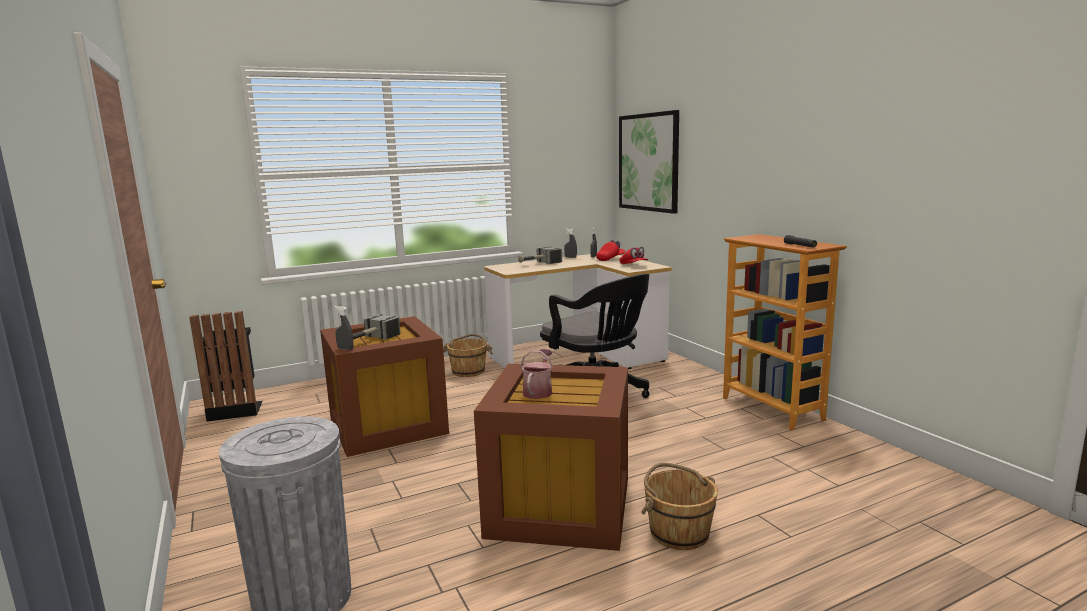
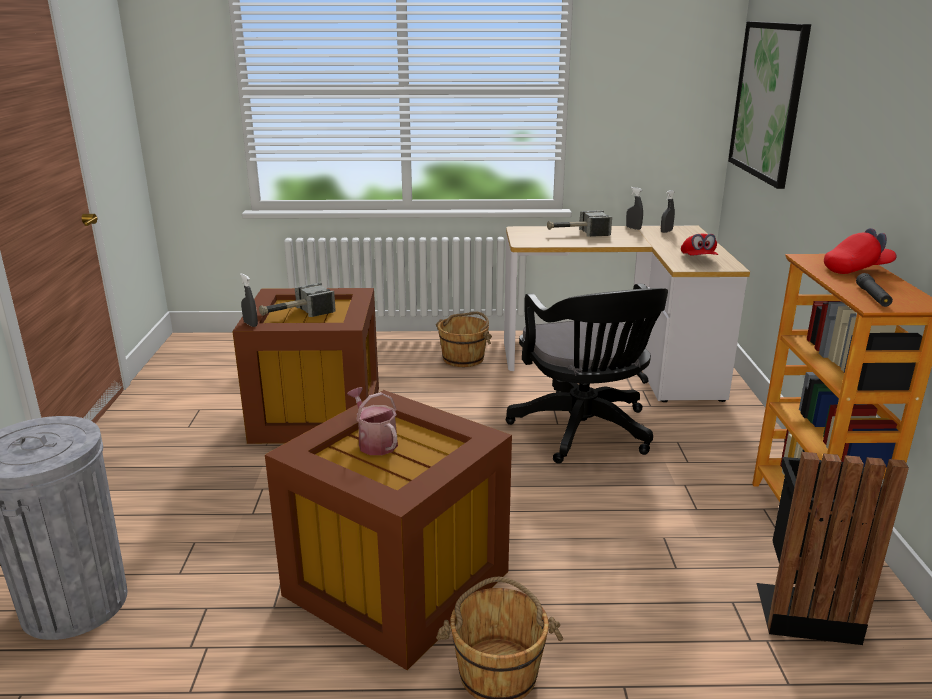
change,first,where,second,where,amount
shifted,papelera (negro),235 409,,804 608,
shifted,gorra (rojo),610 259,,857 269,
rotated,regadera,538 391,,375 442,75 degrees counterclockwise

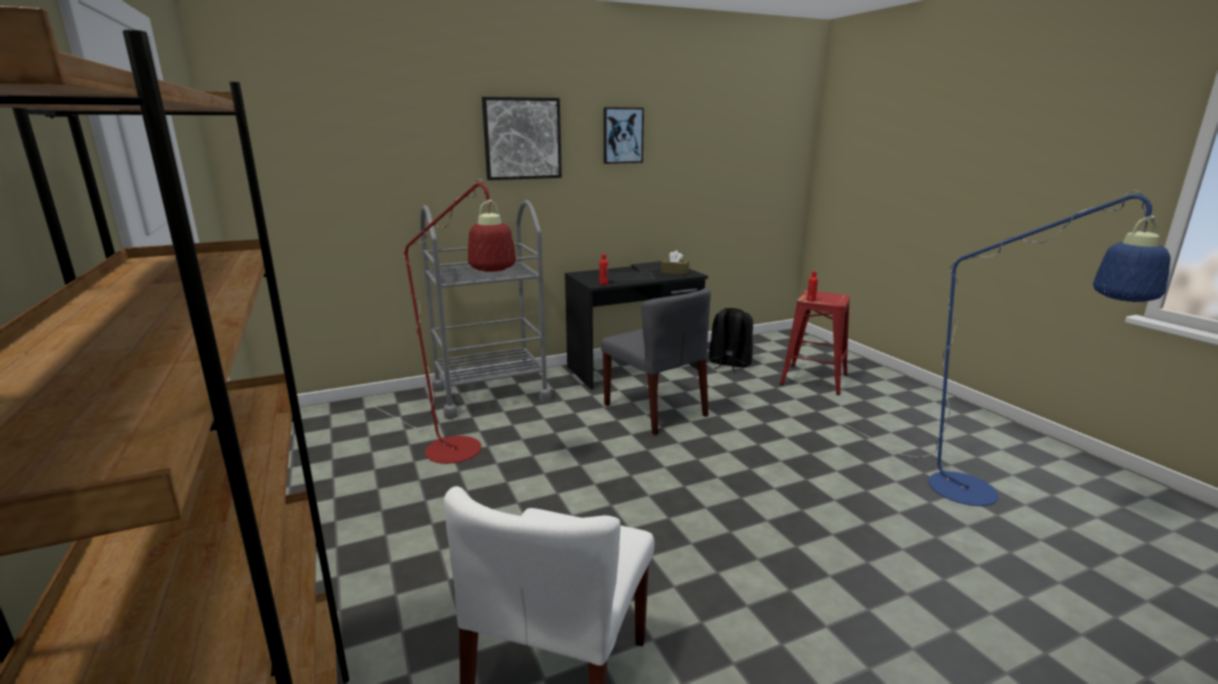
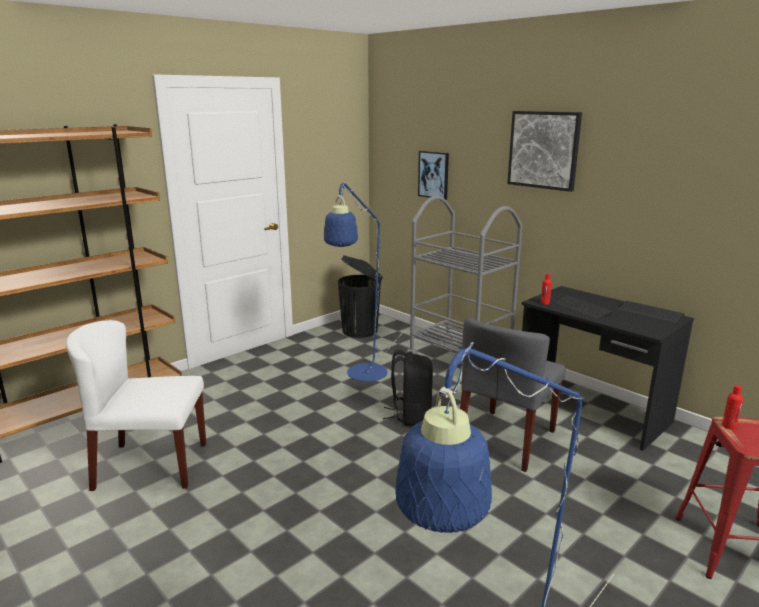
change,first,where,second,where,amount
gone,caja de pañuelos (marrón),674 272,,,
new,,,papelera (negro),361 330,
shifted,cuadro,622 135,,434 175,
shifted,mochila (negro),729 364,,410 415,
repainted,lámpara de pie (rojo),463 454,lámpara de pie (azul),363 377,

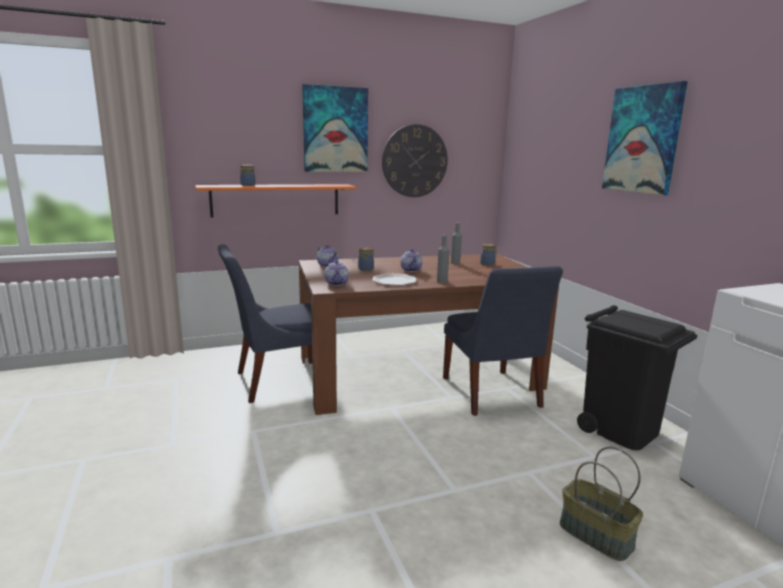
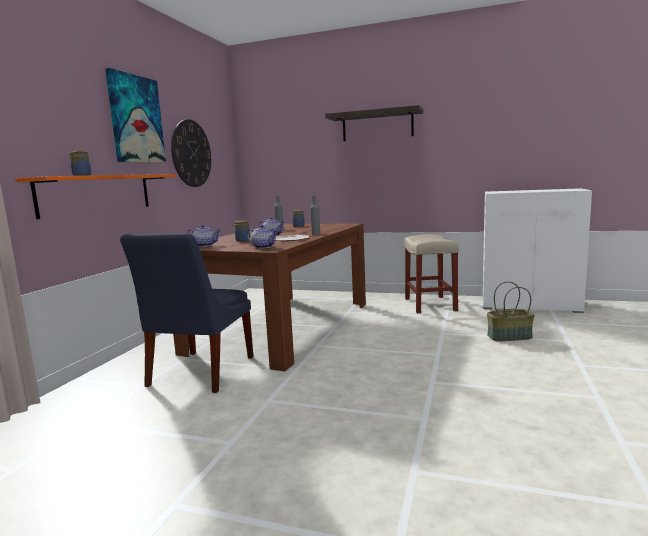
change,first,where,second,where,amount
gone,silla (azul),491 394,,,
swapped,papelera (negro),621 430,taburete (beis),429 304,
swapped,cuadro,642 139,estante,377 126,

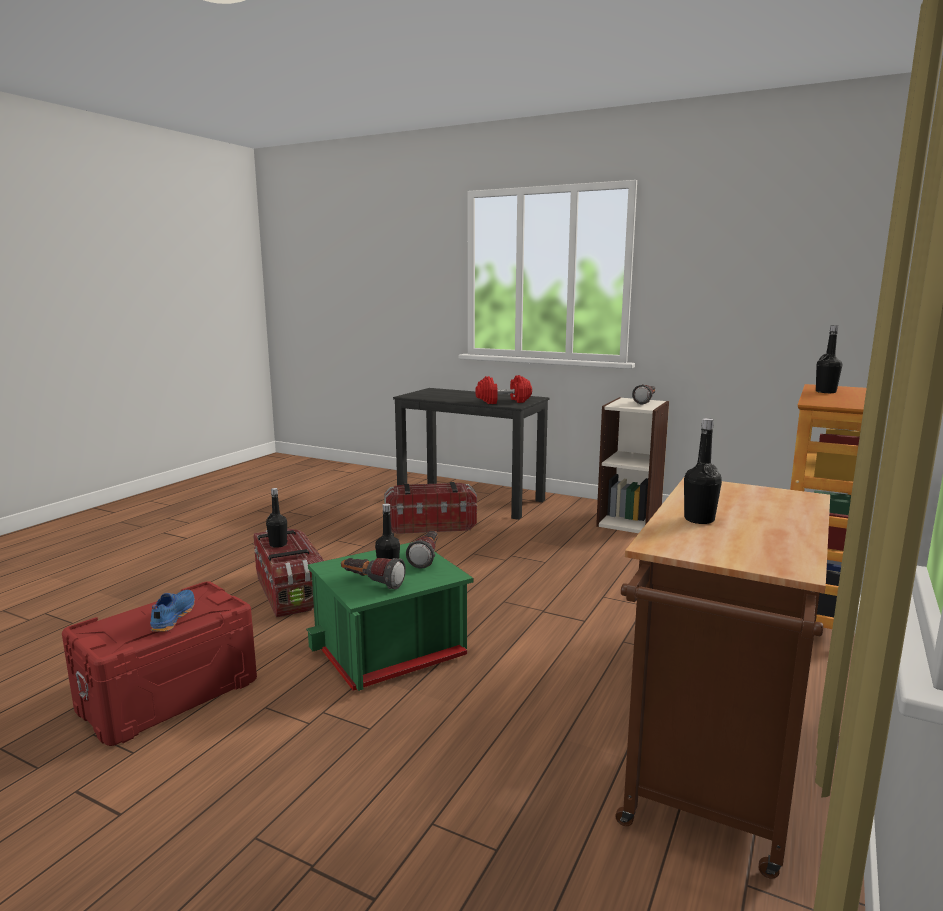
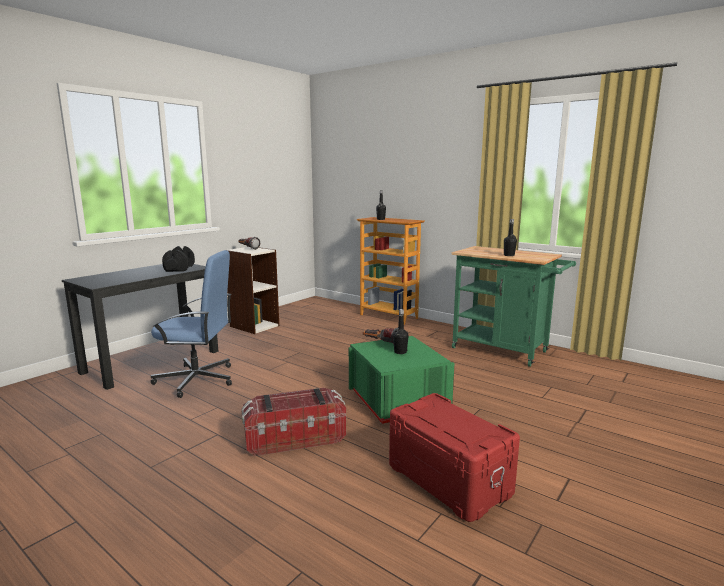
change,first,where,second,where,amount
gone,zapato (azul),172 618,,,
gone,botella (negro),278 544,,,
gone,linterna,371 583,,,
swapped,caja de almacenaje,430 525,silla de oficina (azul),197 379,
repainted,mancuerna (rojo),503 401,mancuerna (negro),179 268,
repainted,carrito (marrón),712 786,carrito (verde),505 351,

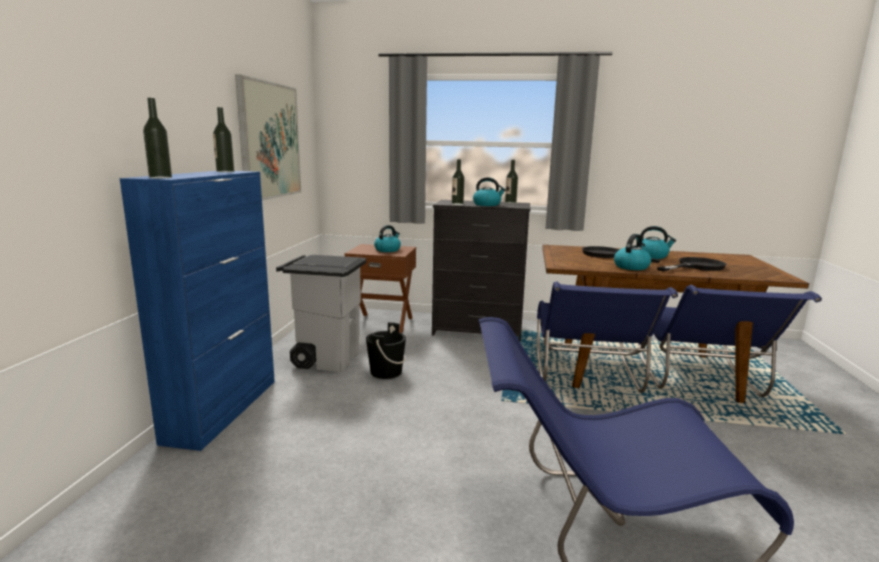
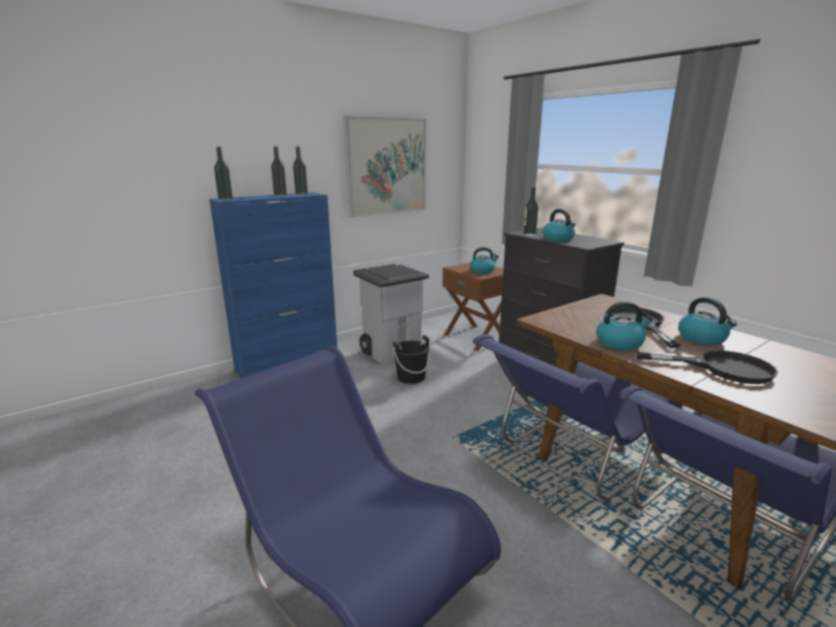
change,first,where,second,where,amount
shifted,botella,510 202,,280 195,

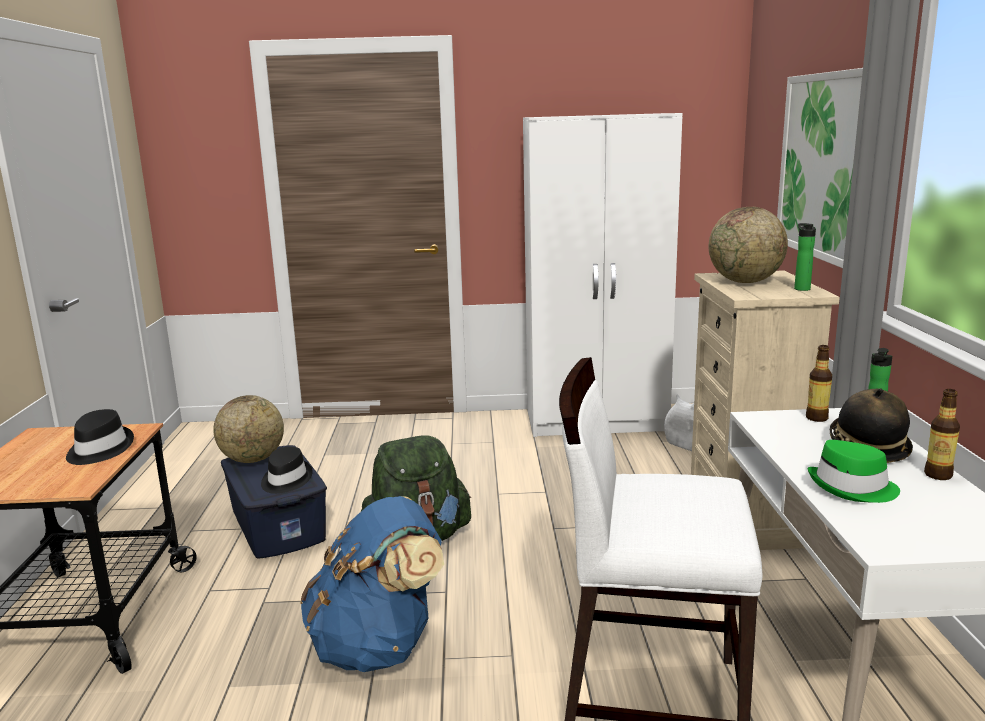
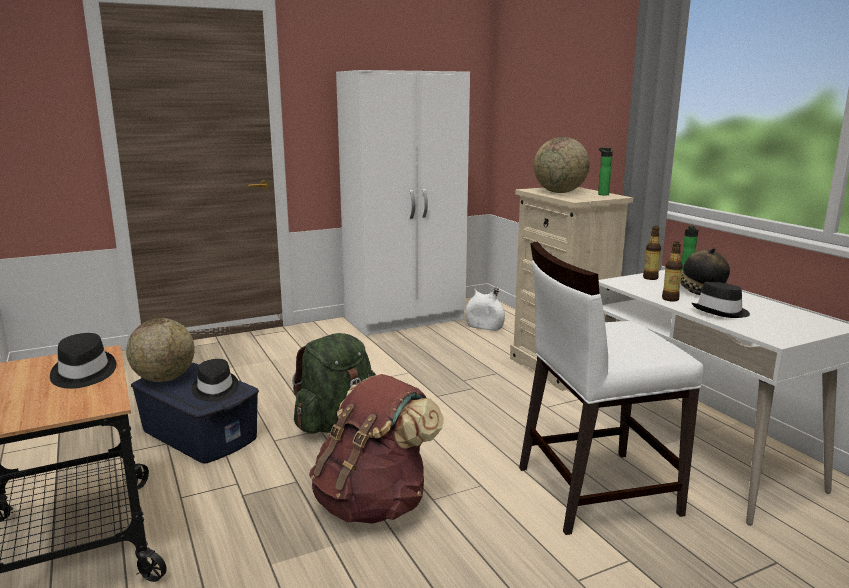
change,first,where,second,where,amount
gone,cuadro,823 166,,,
shifted,botella,938 475,,670 299,
repainted,mochila (azul),378 646,mochila (marrón),374 503,
repainted,sombrero (verde),853 488,sombrero (negro),721 312,

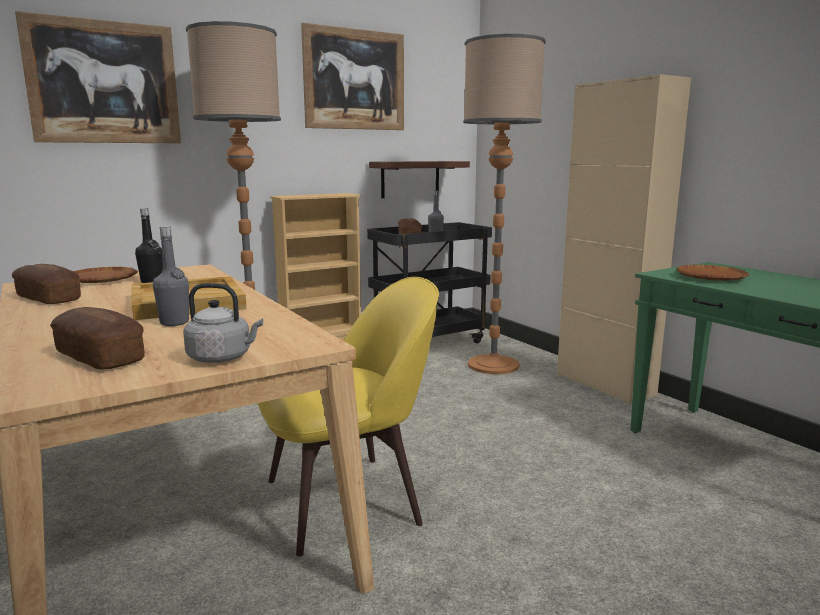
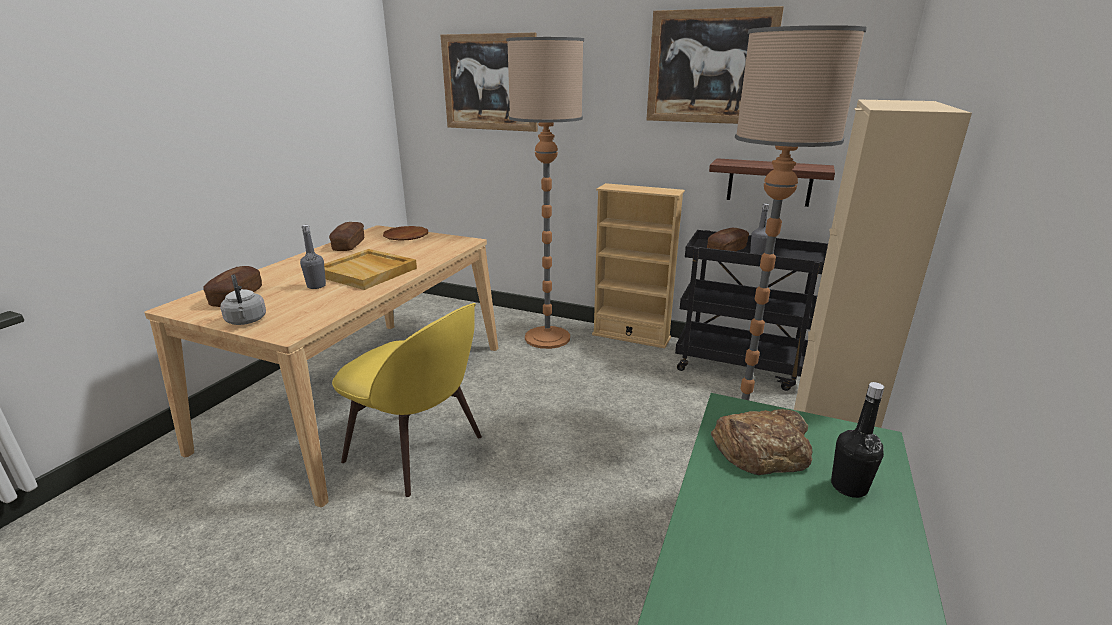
change,first,where,second,where,amount
shifted,botella (negro),152 281,,848 487,
swapped,plato (marrón),711 277,pan,762 448,

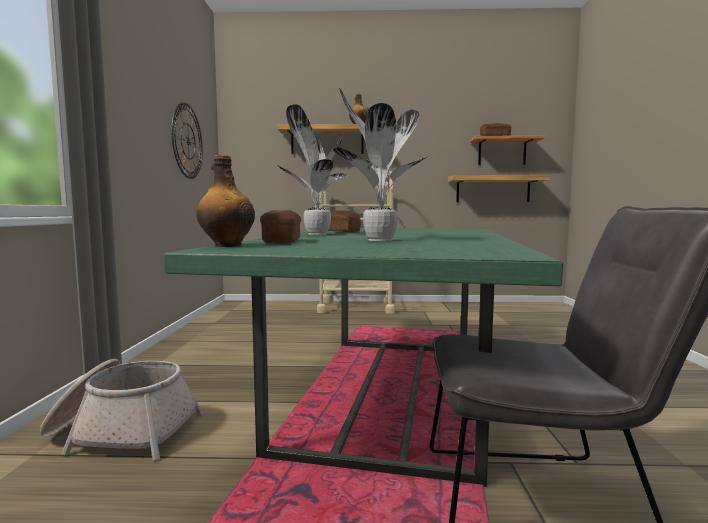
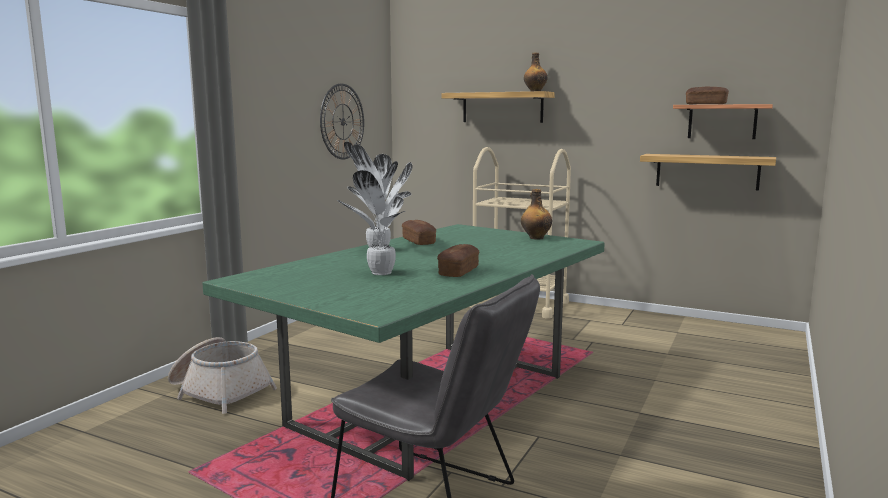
change,first,where,second,where,amount
shifted,botella,227 246,,536 238,
shifted,pan,282 241,,458 271,

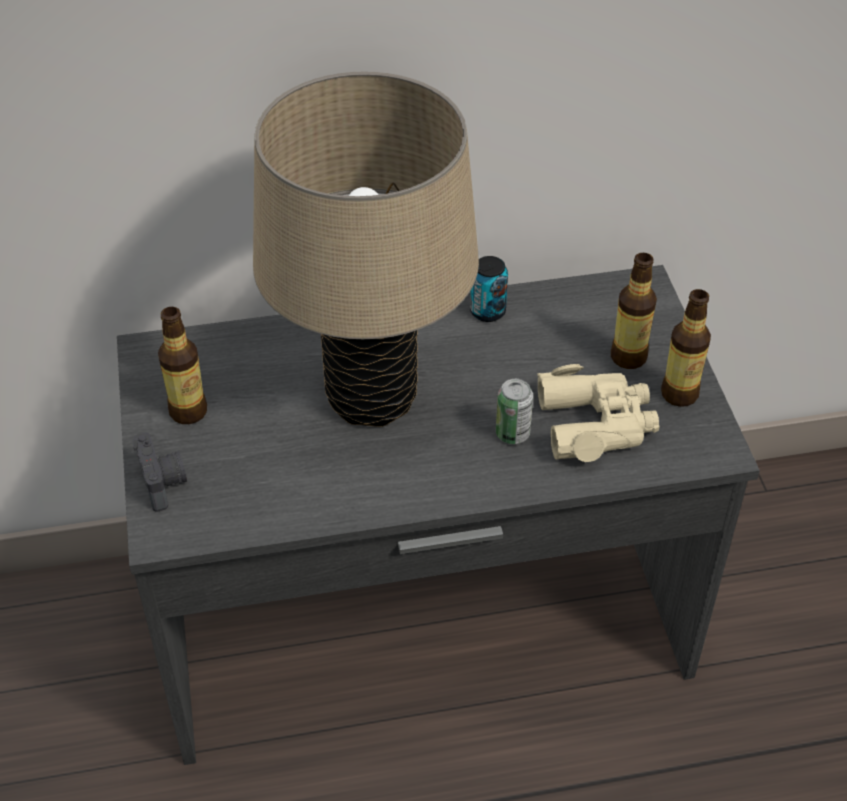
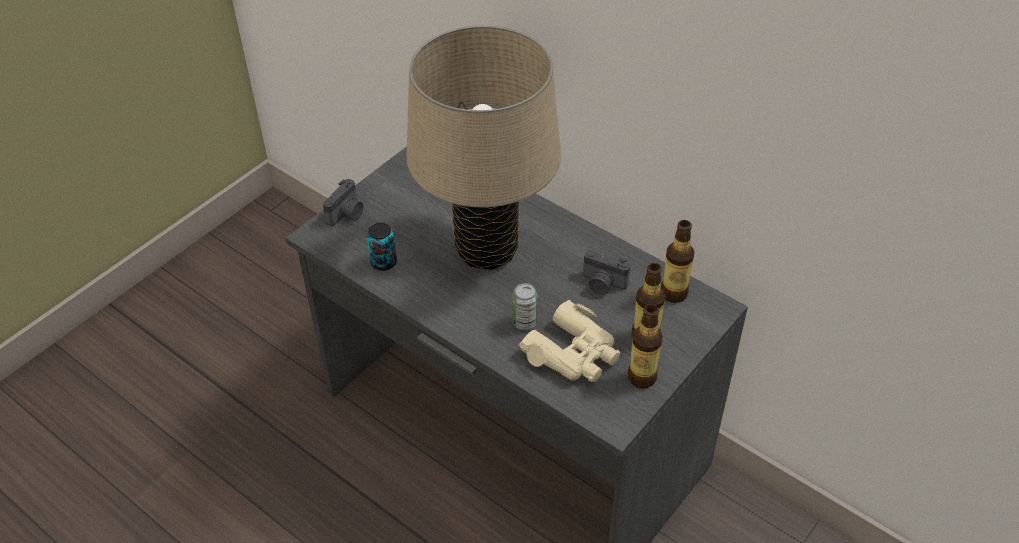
change,first,where,second,where,amount
new,,,cámara,602 284,
shifted,botella,188 411,,674 293,
shifted,lata,487 311,,383 262,

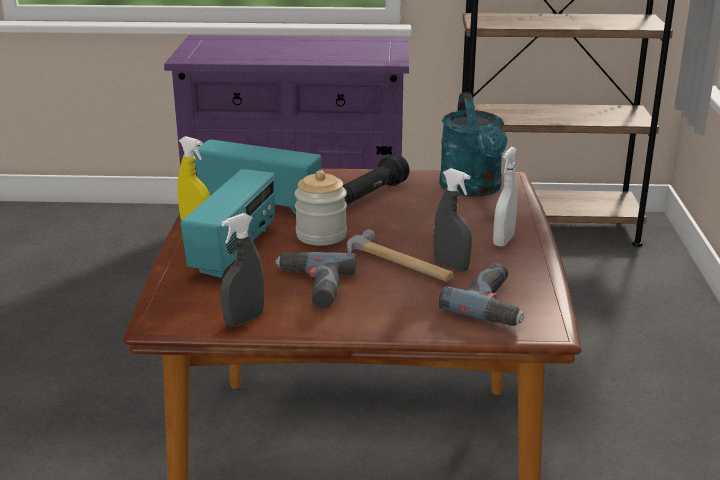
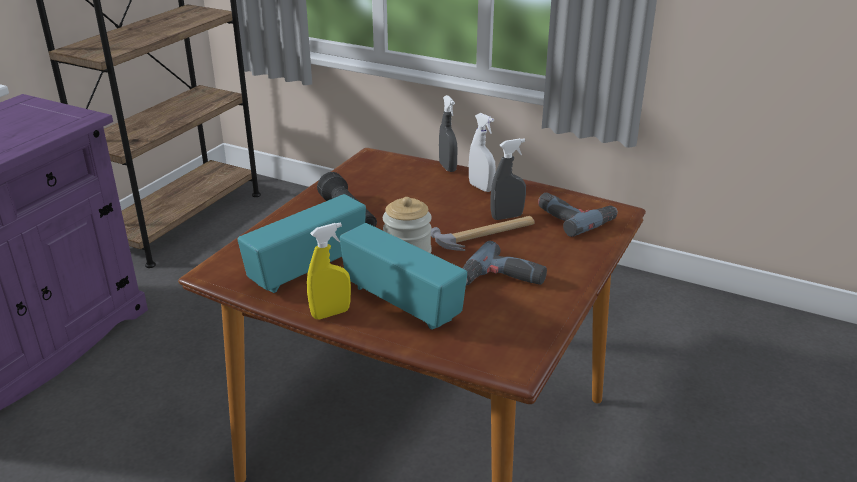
change,first,where,second,where,amount
gone,regadera (turquesa),473 189,,,
shifted,pulverizador (gris),244 320,,447 167,

